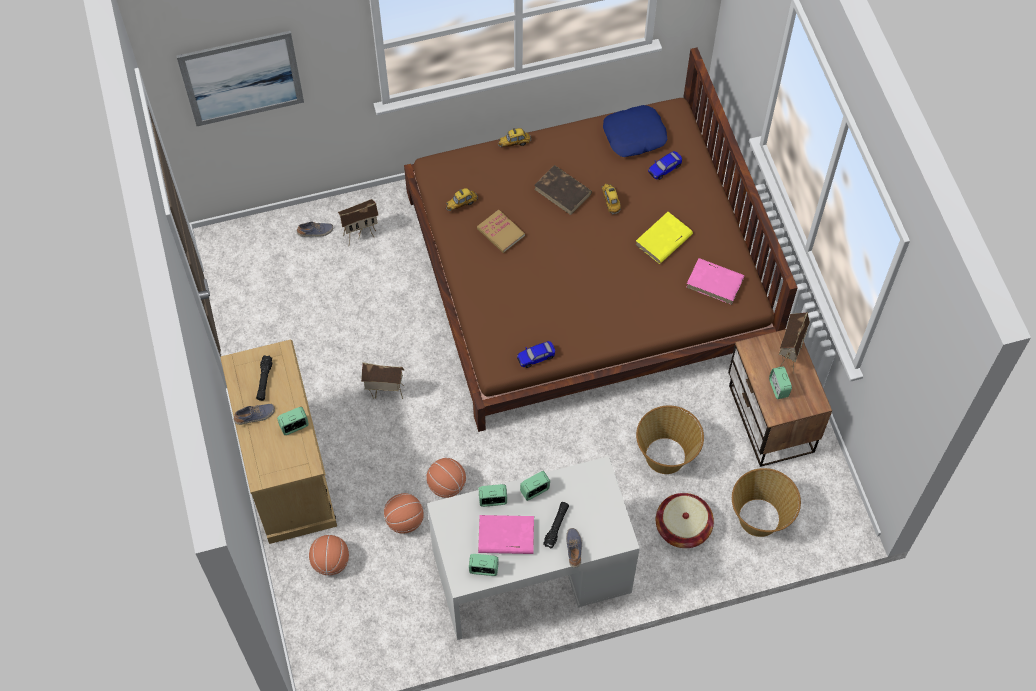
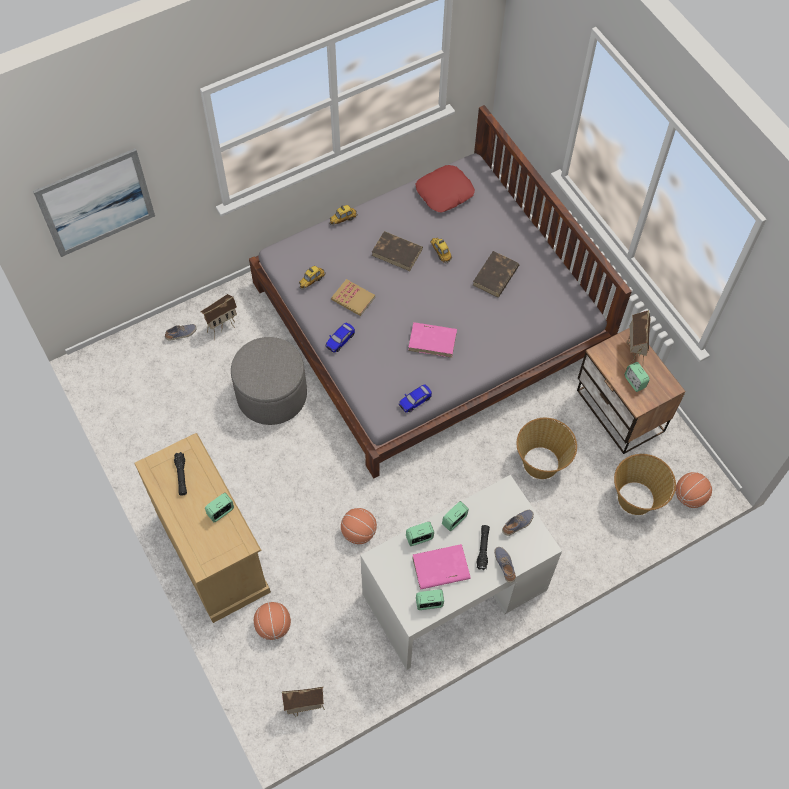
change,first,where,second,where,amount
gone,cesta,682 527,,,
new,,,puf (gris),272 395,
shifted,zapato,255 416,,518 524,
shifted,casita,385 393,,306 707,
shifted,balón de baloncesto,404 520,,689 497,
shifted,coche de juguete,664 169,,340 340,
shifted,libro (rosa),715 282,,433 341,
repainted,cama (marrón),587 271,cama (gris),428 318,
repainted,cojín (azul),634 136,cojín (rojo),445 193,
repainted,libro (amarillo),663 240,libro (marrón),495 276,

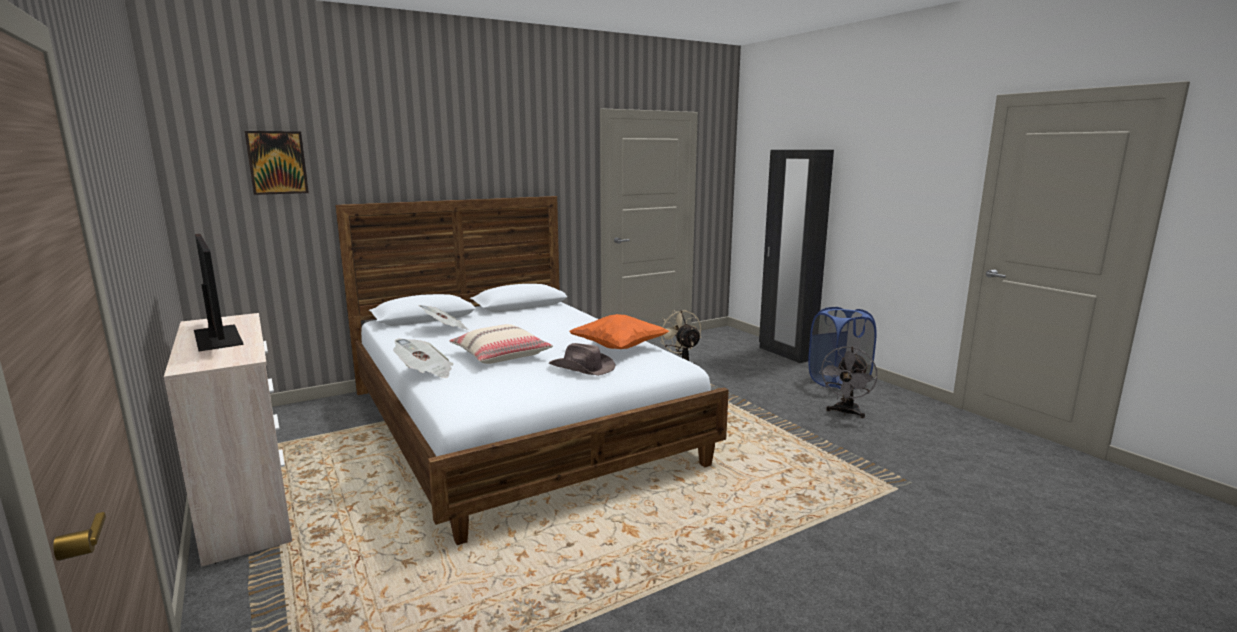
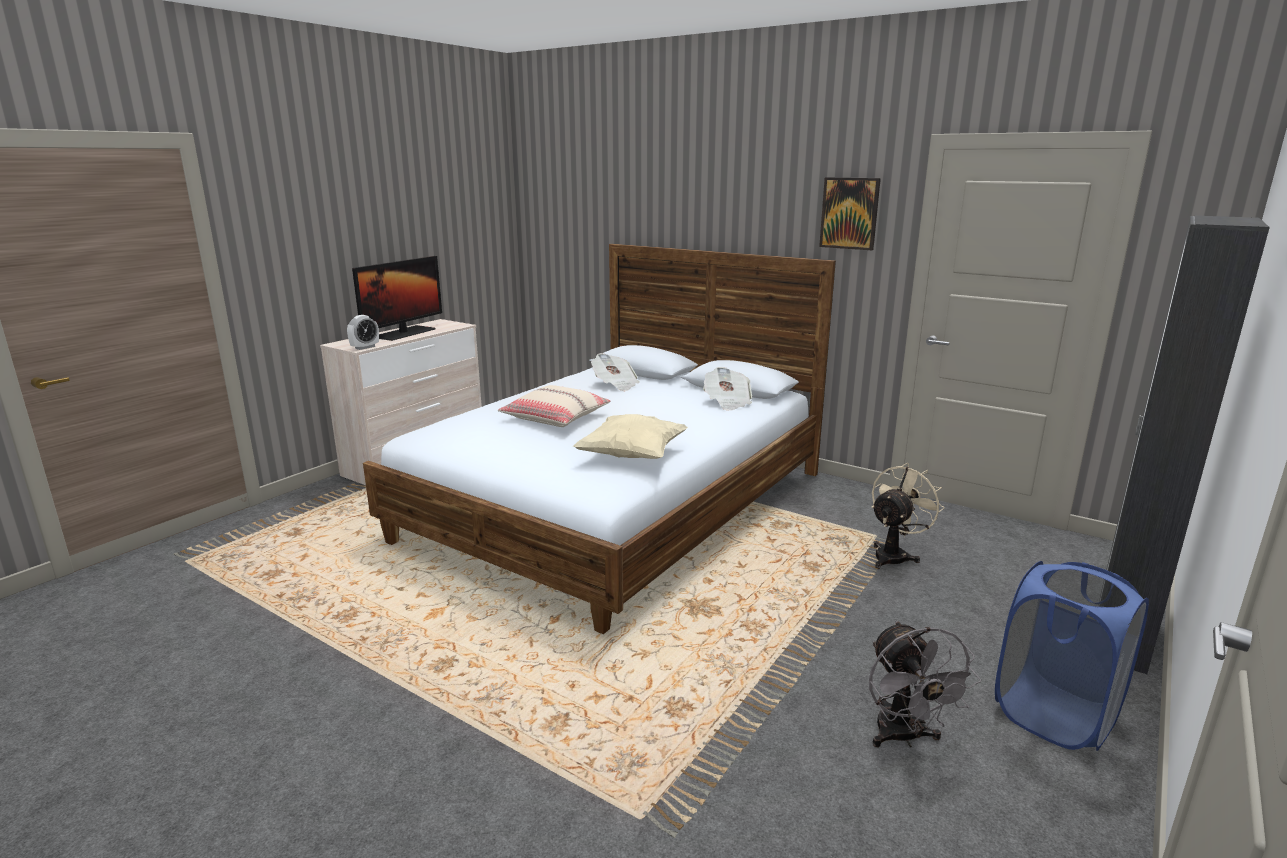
change,first,where,second,where,amount
gone,sombrero (marrón),582 368,,,
new,,,despertador,365 347,
shifted,cuadro,277 162,,849 213,
shifted,periódico,425 372,,727 402,
repainted,cojín (naranja),619 348,cojín (beis),632 456,
rotated,ventilador (gris),845 413,,904 737,105 degrees counterclockwise

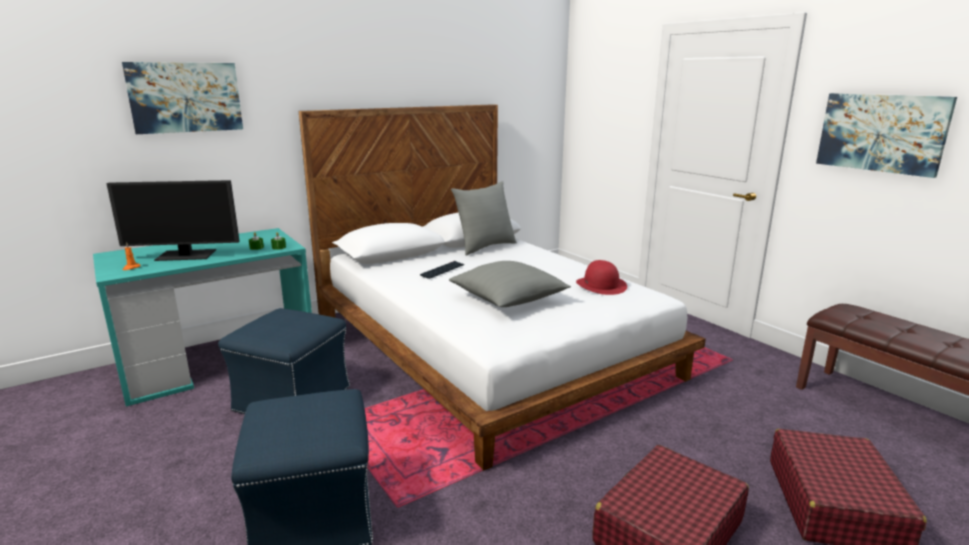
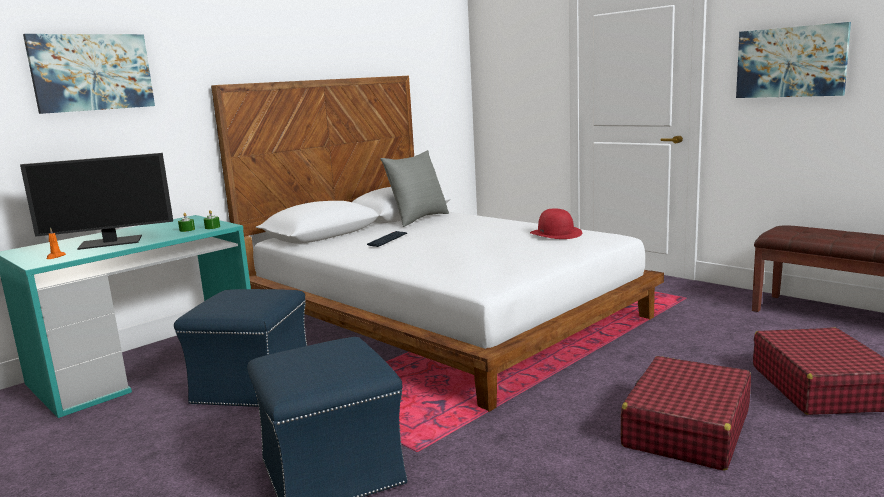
change,first,where,second,where,amount
gone,cojín (gris),508 298,,,

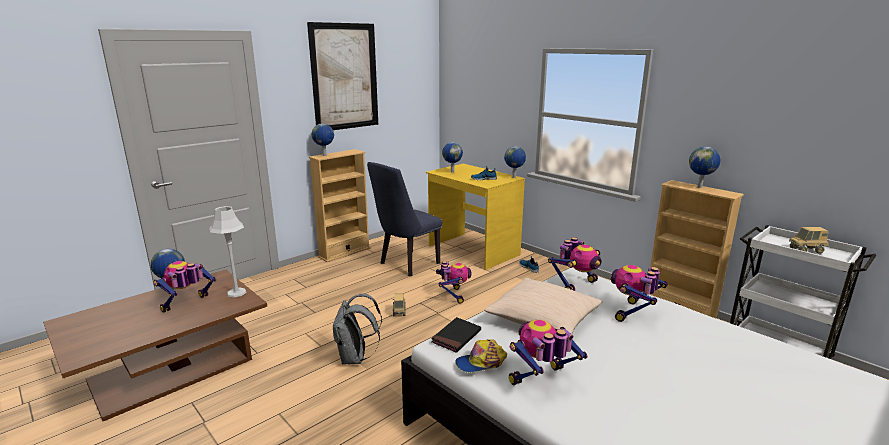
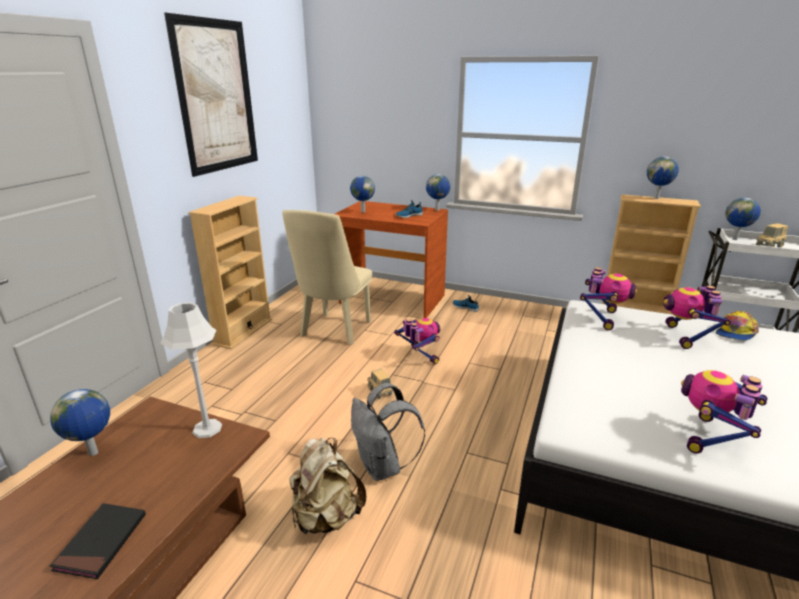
change,first,where,second,where,amount
gone,robot de juguete,188 305,,,
gone,cojín (beis),543 319,,,
new,,,mochila (beis),326 517,
shifted,globo terráqueo,324 155,,735 239,
shifted,libro (negro),456 337,,102 542,
shifted,gorra,481 363,,735 332,
repainted,silla (azul),406 265,silla (beis),334 331,
repainted,escritorio (amarillo),472 250,escritorio (marrón),391 300,

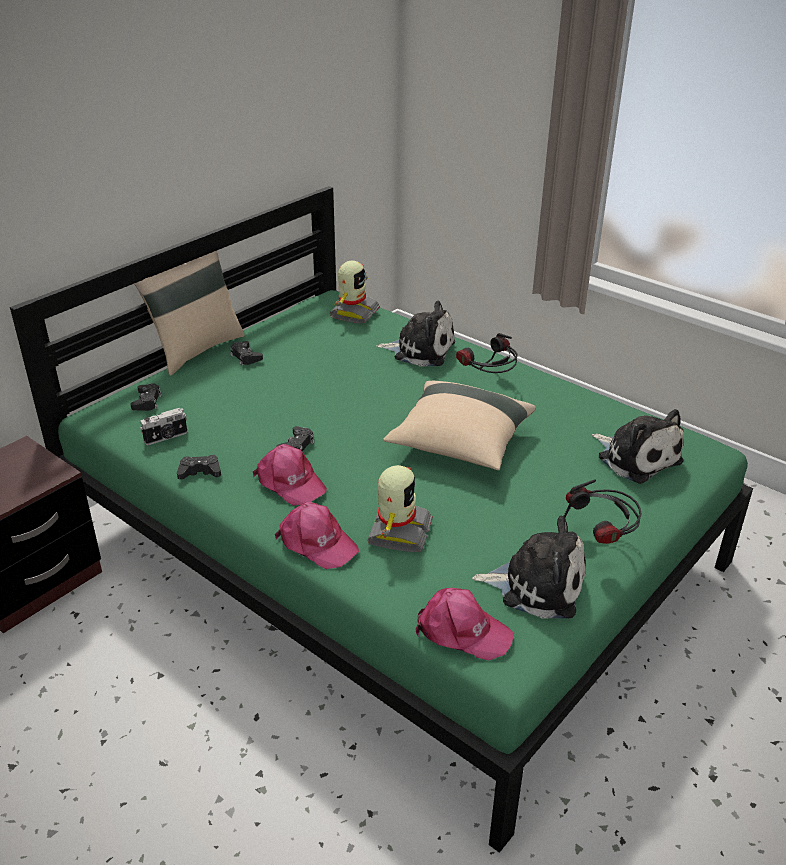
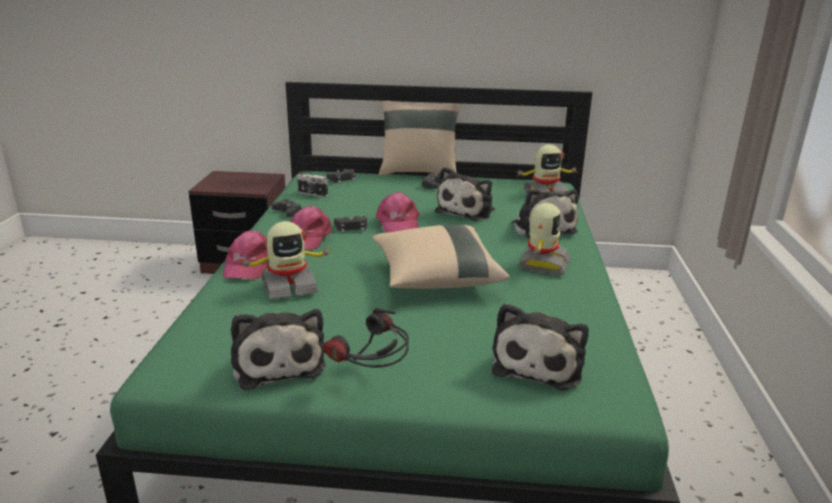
change,first,where,second,where,amount
new,,,peluche,468 210,
shifted,gorra (rosa),462 631,,397 222,
swapped,auriculares,488 382,robot de juguete,542 263,

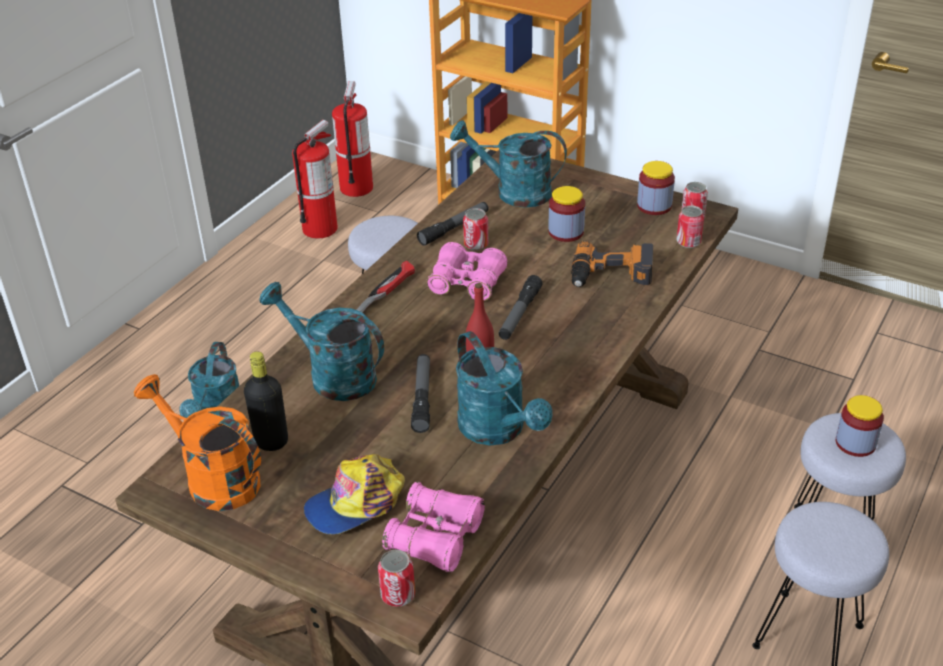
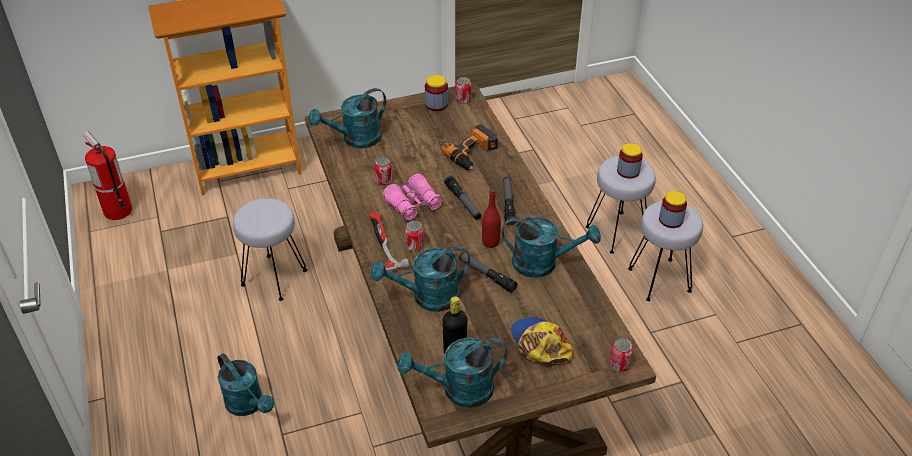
change,first,where,second,where,amount
gone,extintor,320 228,,,
gone,prismáticos (rosa),435 537,,,
shifted,linterna,454 228,,508 204,
shifted,tarro,566 232,,670 220,
shifted,lata,688 242,,415 246,
repainted,regadera (naranja),213 478,regadera (turquesa),458 390,
rotated,gorra,356 503,,539 344,150 degrees clockwise

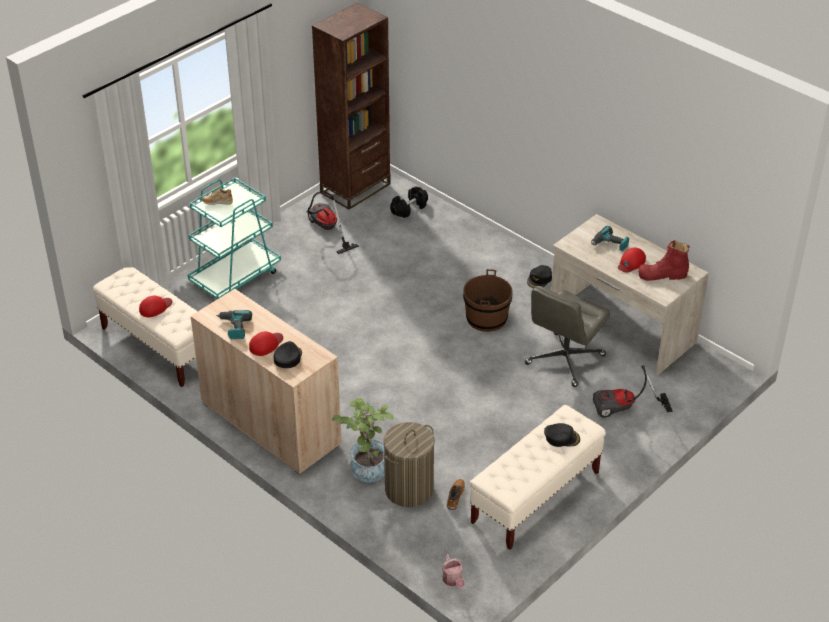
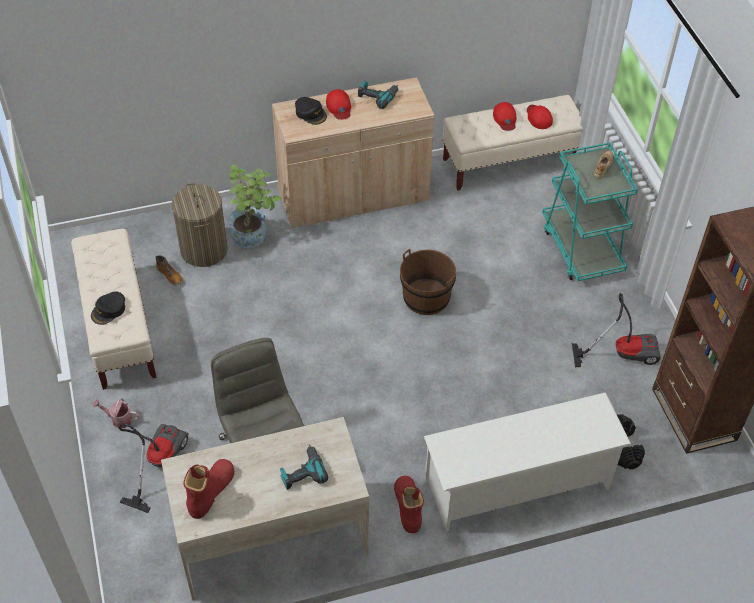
change,first,where,second,where,amount
new,,,zapatero (blanco),518 485,
shifted,regadera,453 581,,119 419,
shifted,cubo (marrón),486 318,,426 297,
shifted,gorra (rojo),631 262,,538 117,
swapped,gorra (negro),539 279,bota (rojo),408 506,

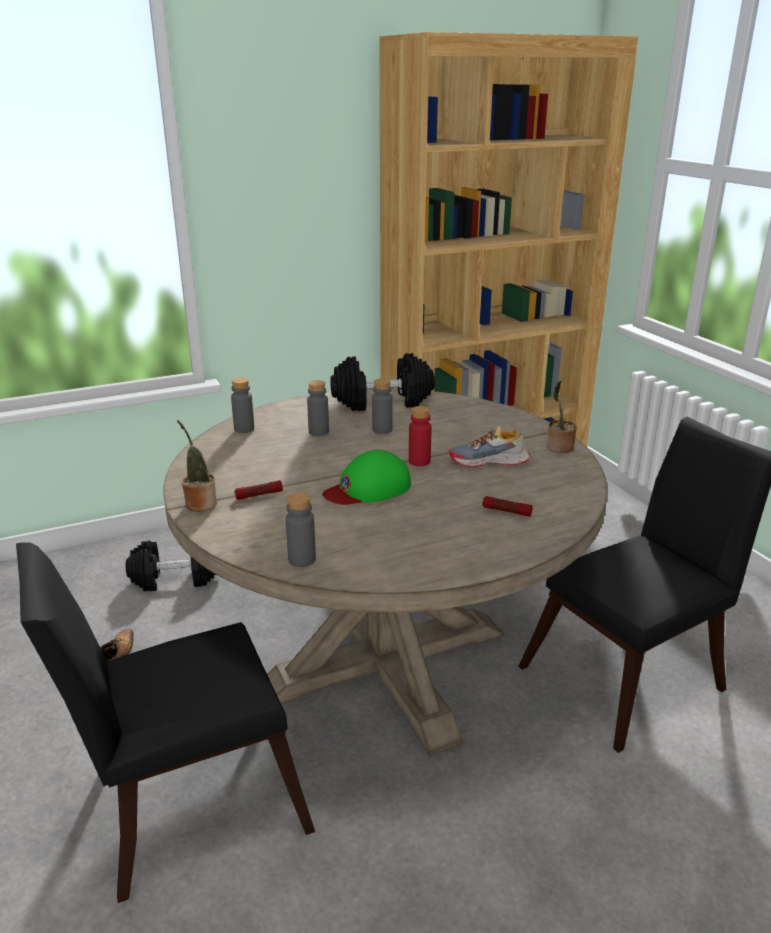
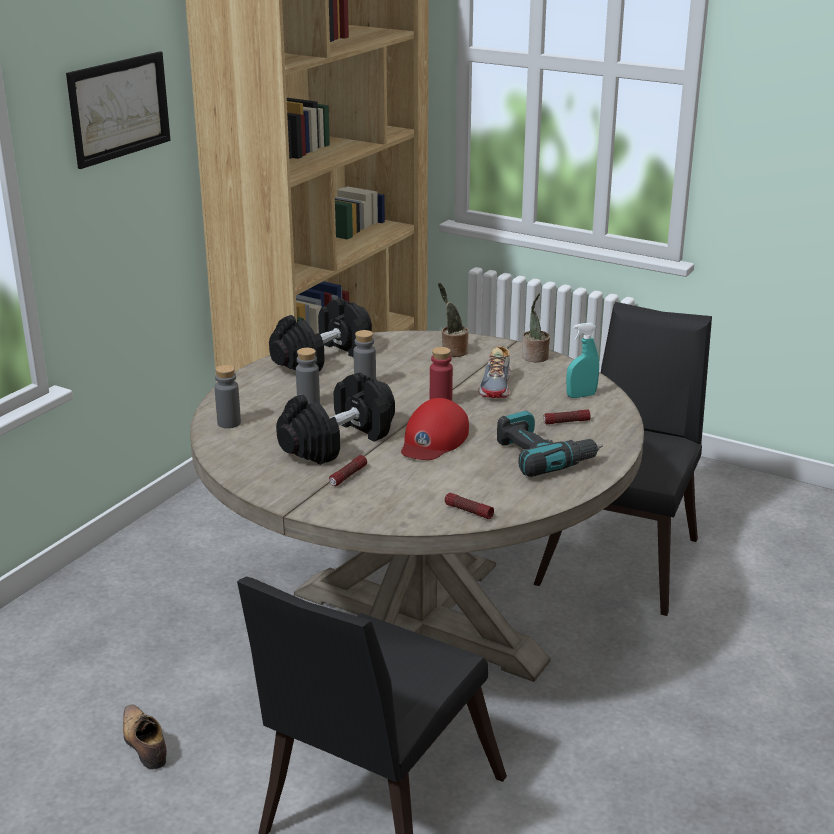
change,first,where,second,where,amount
new,,,cuadro,119 108,
new,,,taladro,543 456,
new,,,pulverizador (turquesa),581 396,
shifted,mancuerna (negro),177 578,,337 441,
shifted,planta en maceta,199 503,,452 351,
swapped,botella (gris),302 559,linterna,468 511,
repainted,gorra (verde),368 488,gorra (rojo),433 439,
rotated,zapato,489 461,,497 386,45 degrees counterclockwise

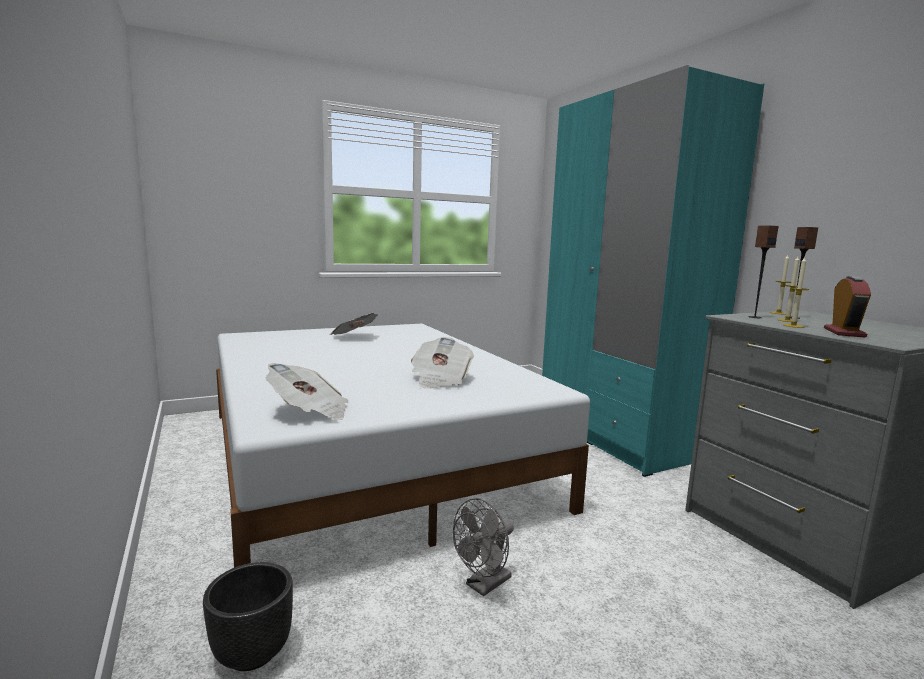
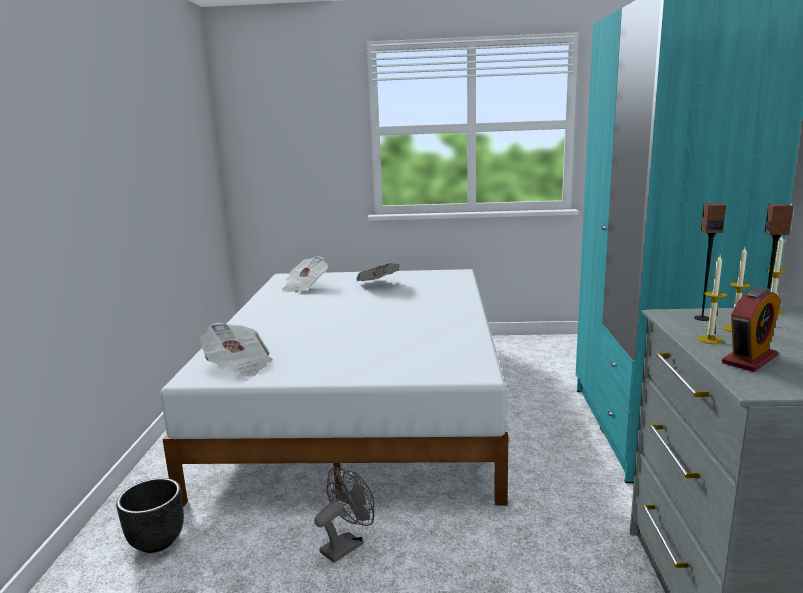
change,first,where,second,where,amount
shifted,periódico,440 380,,305 287,
rotated,ventilador (gris),484 585,,346 545,150 degrees clockwise

